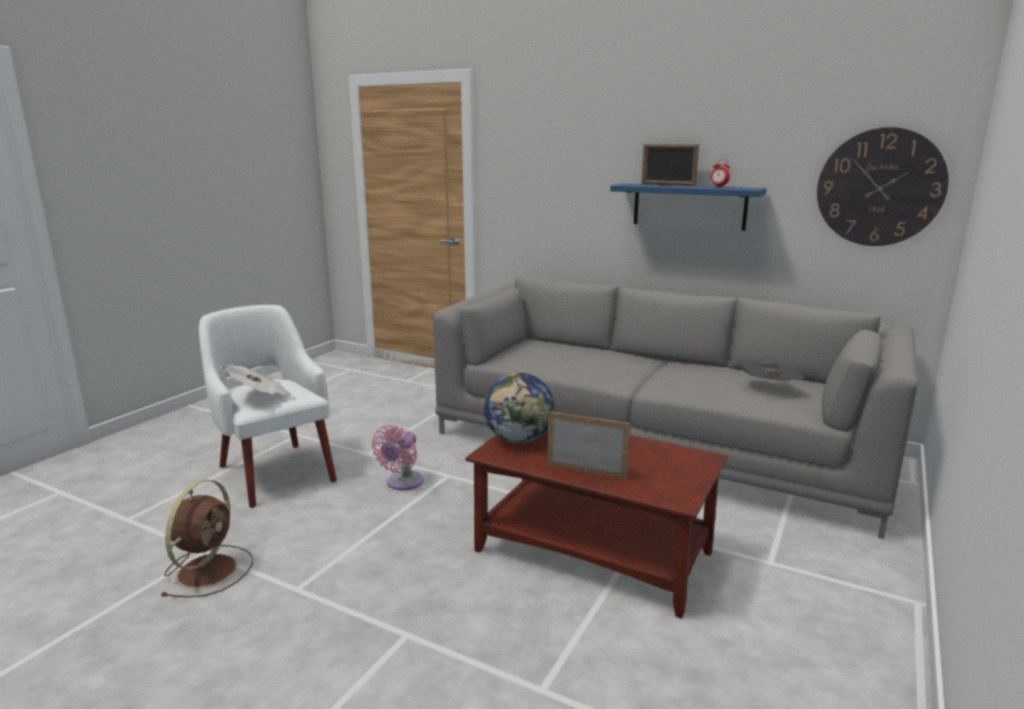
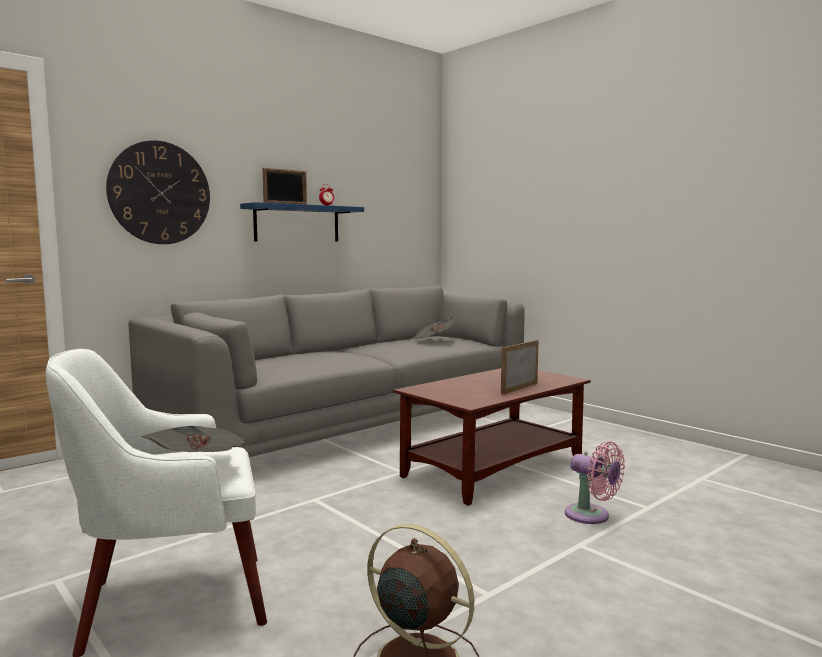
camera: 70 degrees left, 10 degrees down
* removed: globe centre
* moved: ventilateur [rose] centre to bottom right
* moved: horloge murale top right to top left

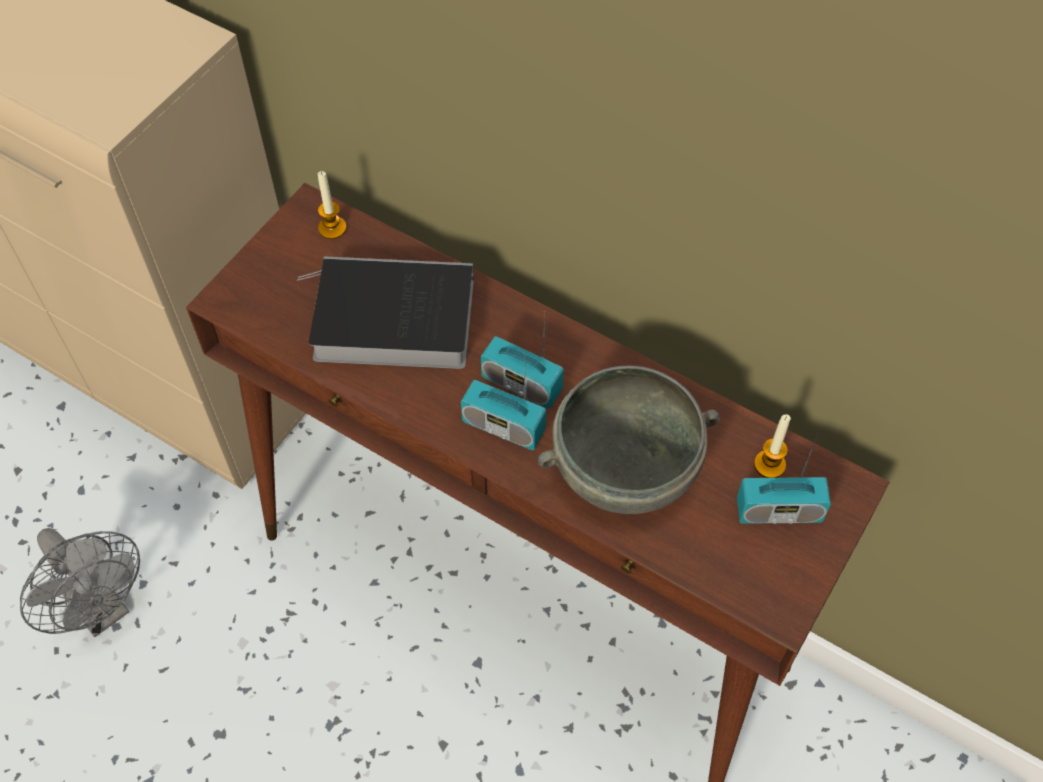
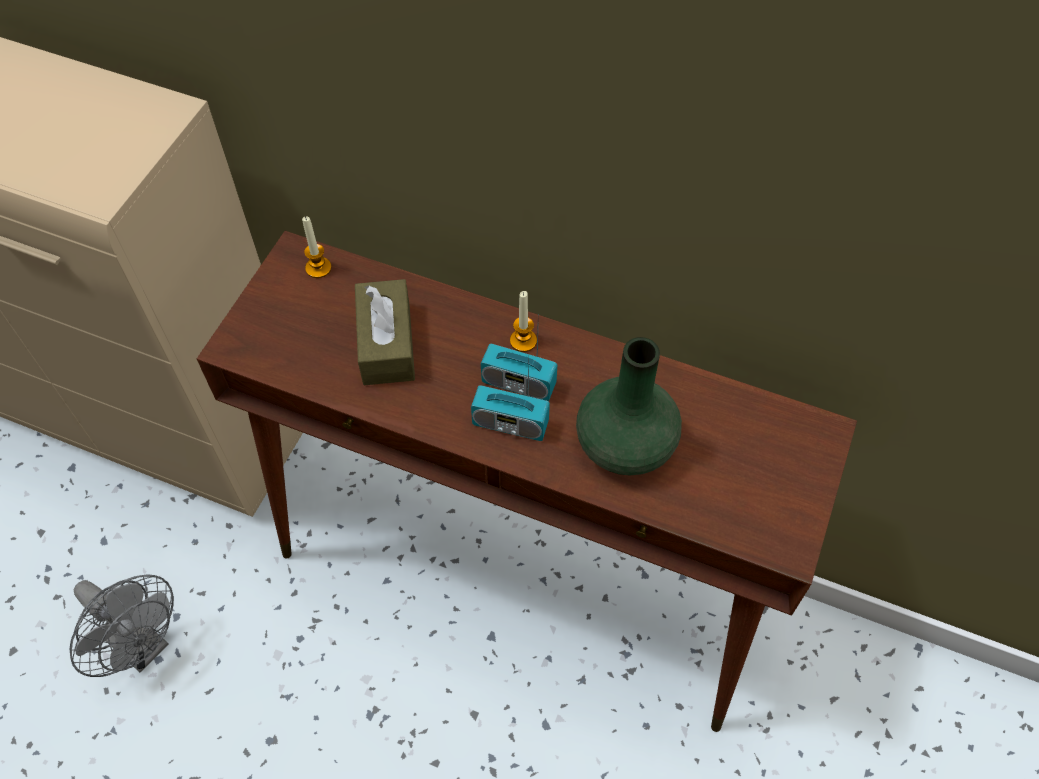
camera: 10 degrees left, 0 degrees up
* removed: radio (3rd from left) middle right
* moved: bougie (2nd from left) middle right to centre
* replaced: livre centre to boîte à mouchoirs [marron] centre
* replaced: bol [gris] centre to vase [vert] centre

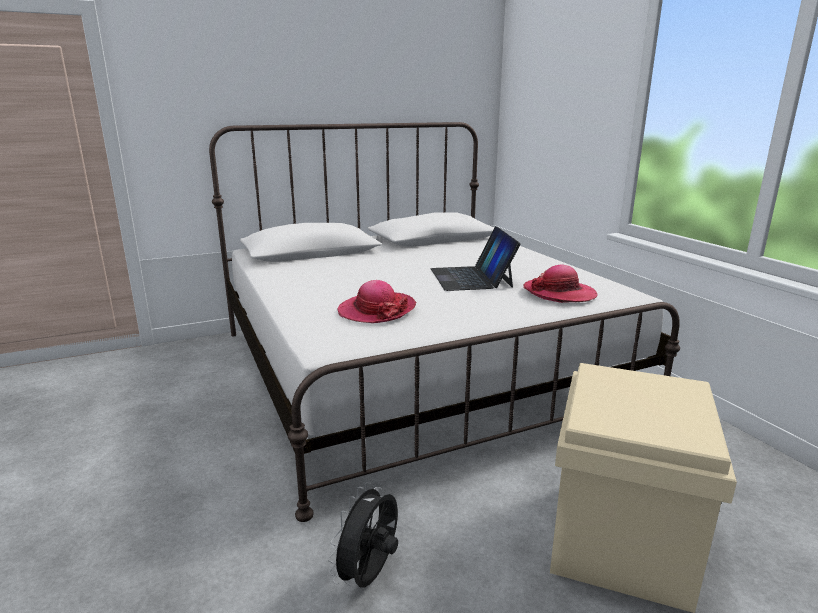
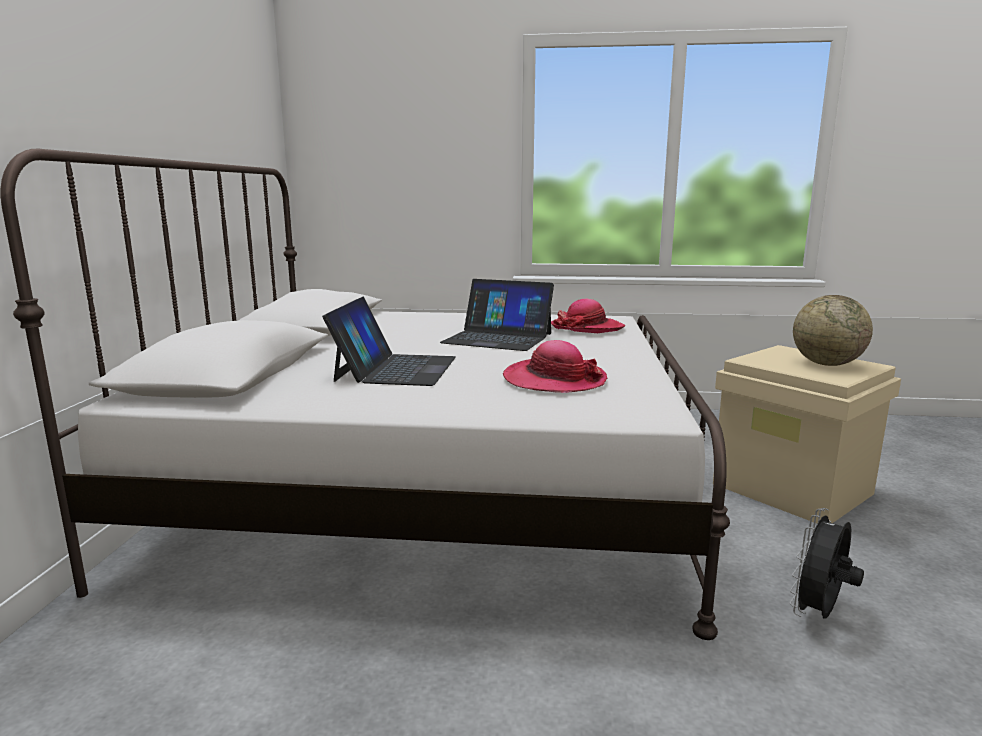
camera: 60 degrees left, 5 degrees down
* added: ordinateur portable (1st from left) centre
* added: globe middle right
* turned: ventilateur [noir] bottom centre = bottom right 75 degrees clockwise

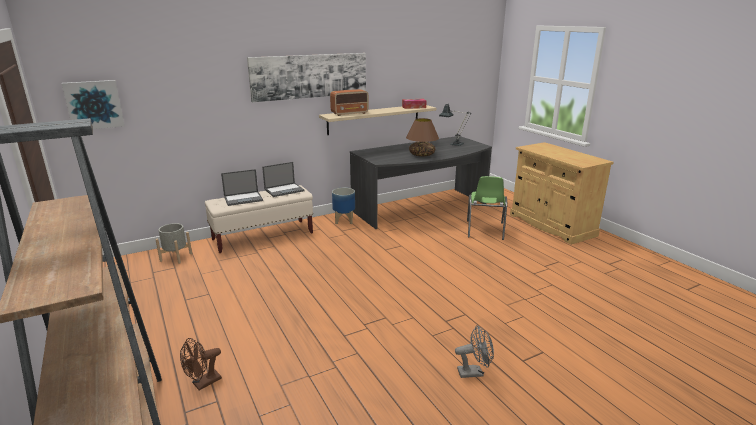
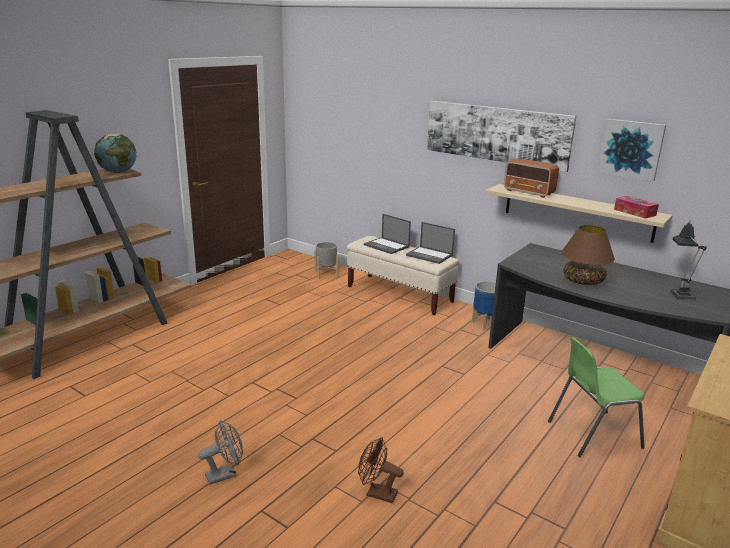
camera: 65 degrees right, 0 degrees up
* added: globe top left
* moved: tableau (1st from left in the first image) top left to tableau (2nd from left) top right
* moved: ventilateur [marron] bottom left to bottom centre
* turned: ventilateur [gris] bottom centre = bottom left 90 degrees counterclockwise

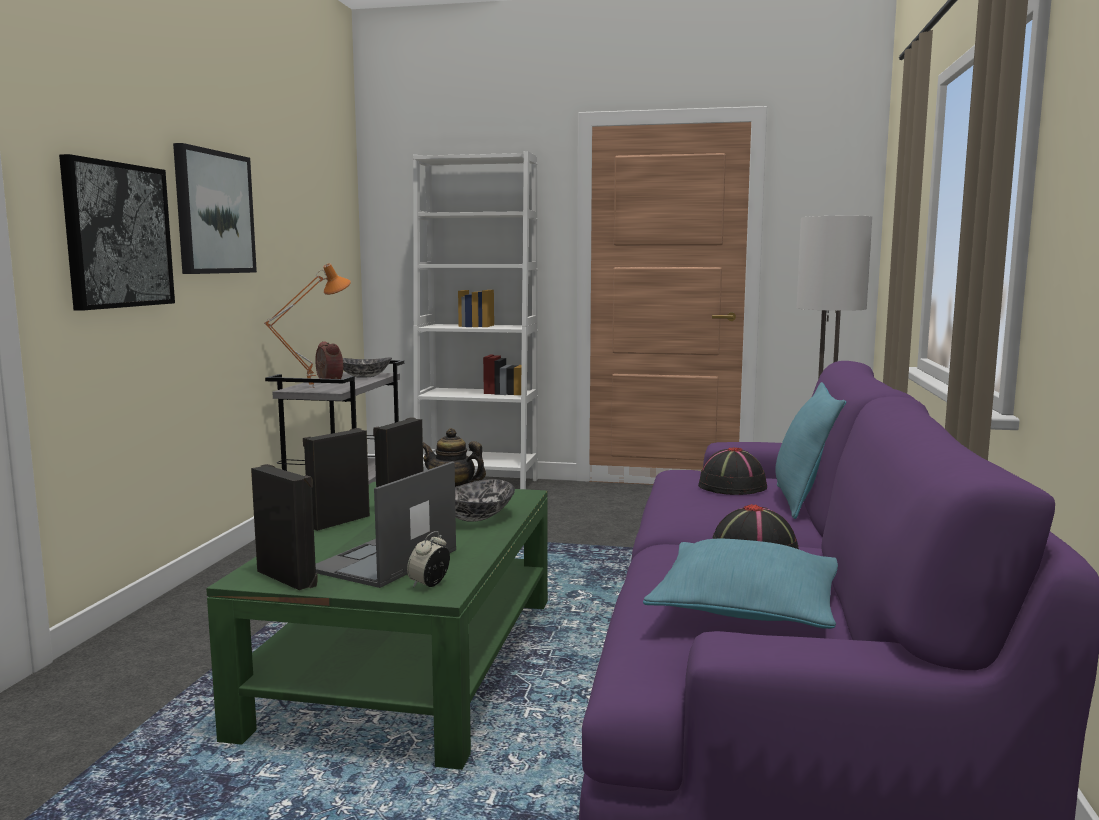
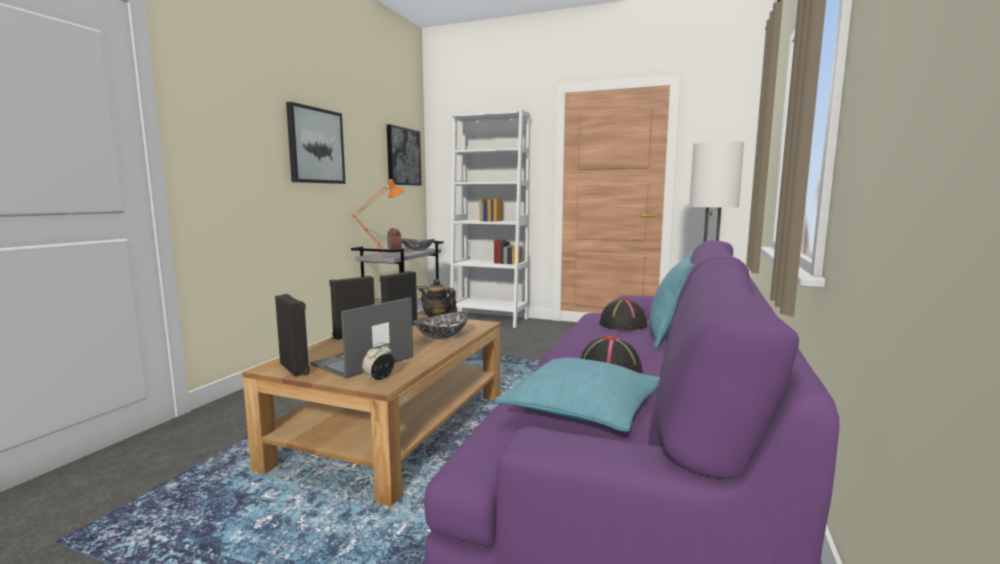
camera: 10 degrees right, 0 degrees up
* moved: tableau (1st from left in the first image) top left to tableau (2nd from left) top centre
* recoloured: table basse [vert] bottom centre to table basse [marron] bottom centre

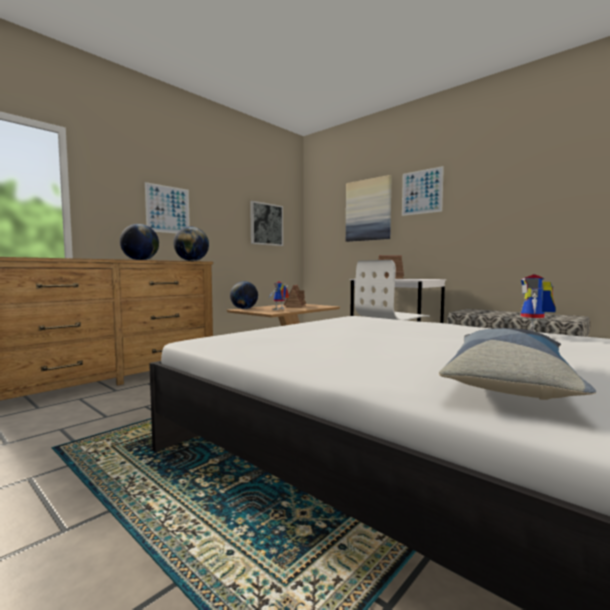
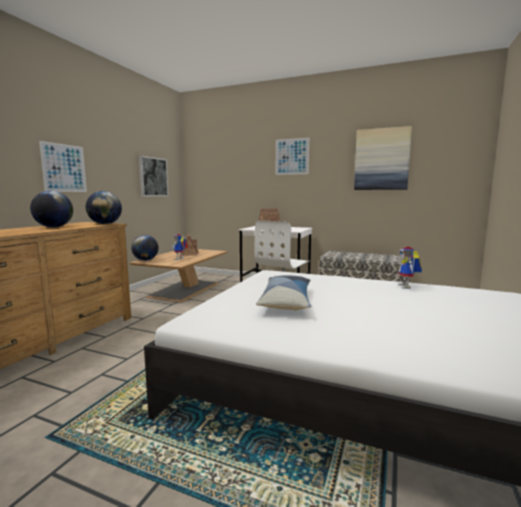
camera: 20 degrees left, 5 degrees up
* moved: tableau (3rd from left in the first image) centre to tableau (4th from left) top right
* moved: coussin middle right to centre

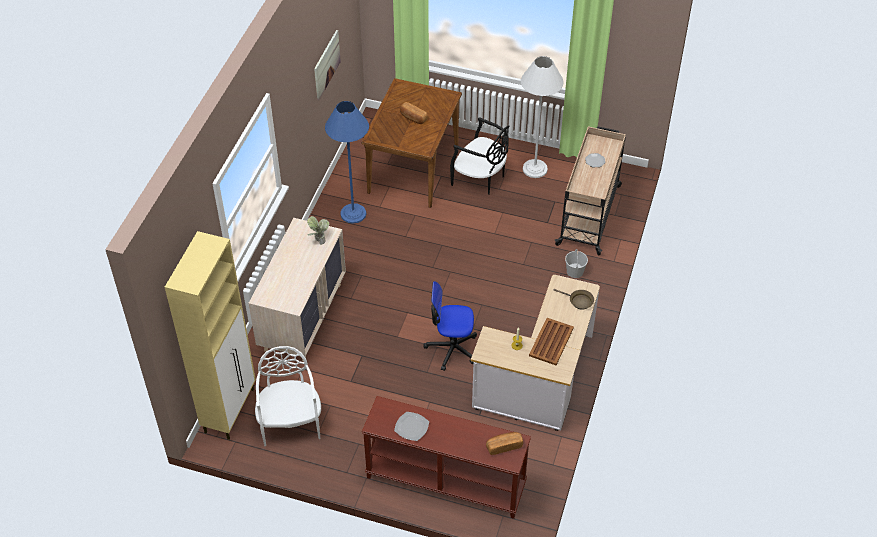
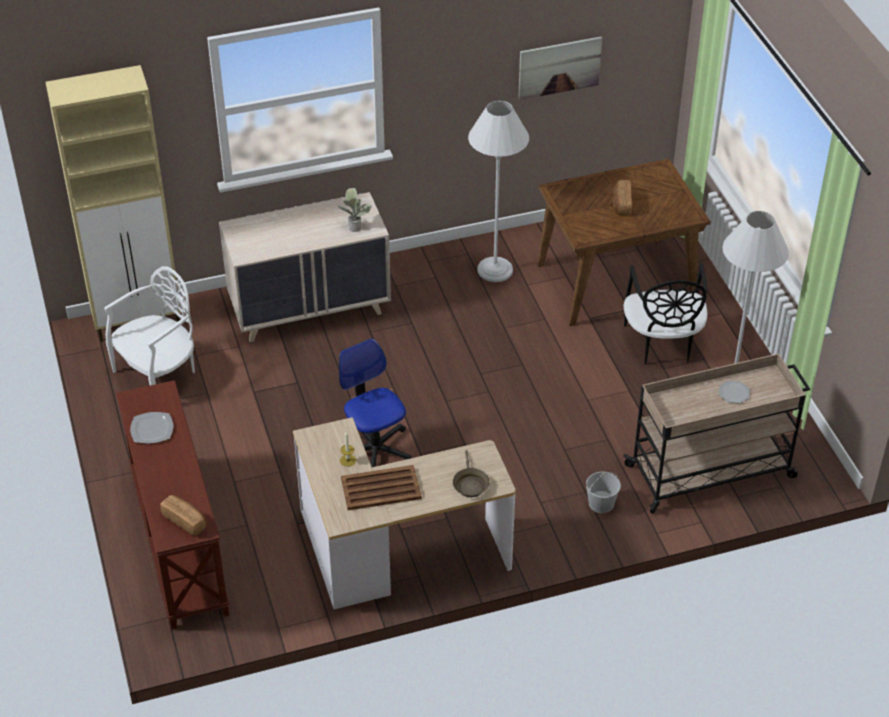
camera: 55 degrees right, 5 degrees down
* recoloured: lampadaire [bleu] top centre to lampadaire [blanc] (1st from left) top centre

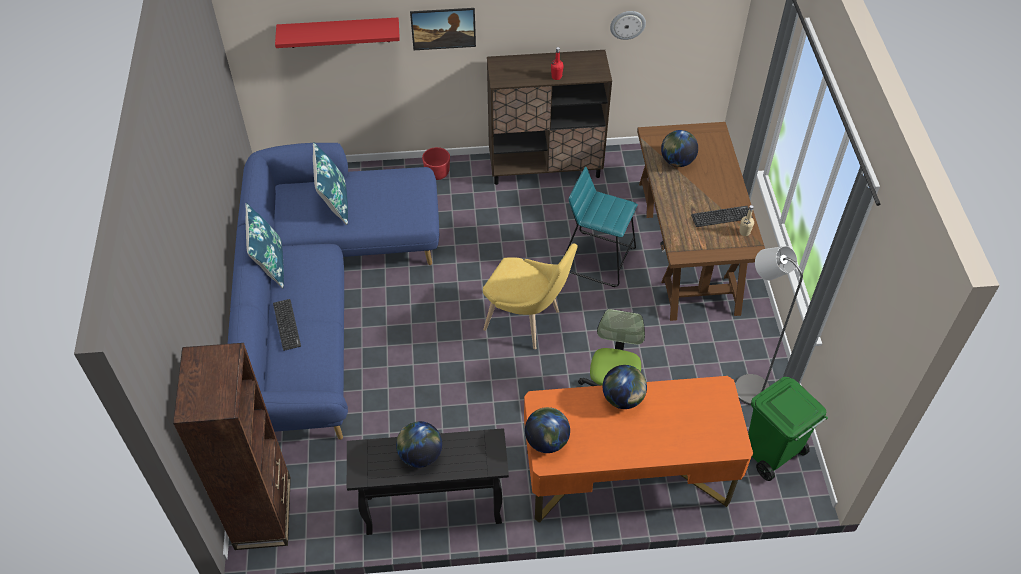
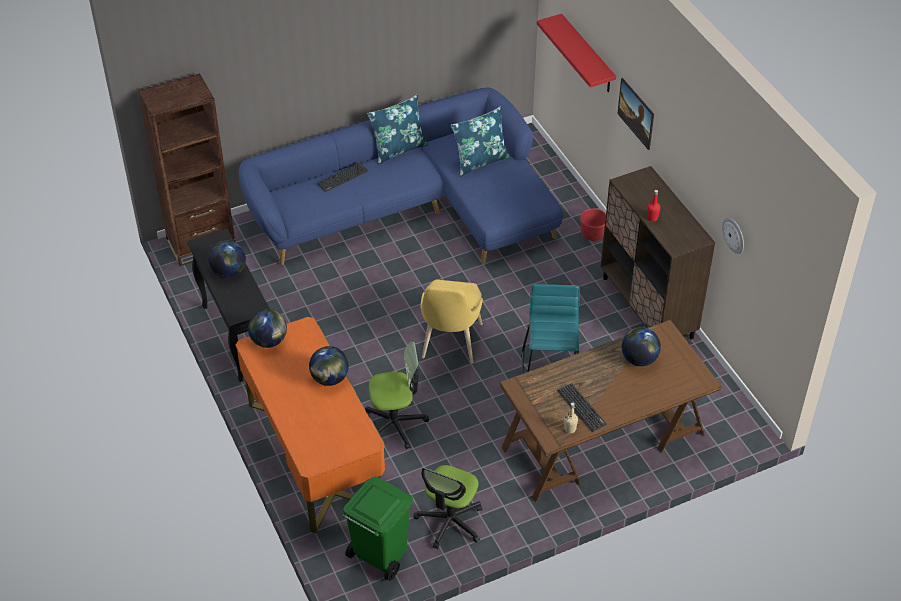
camera: 70 degrees right, 5 degrees down
* replaced: lampadaire [gris] middle right to chaise de bureau (2nd from left) bottom centre

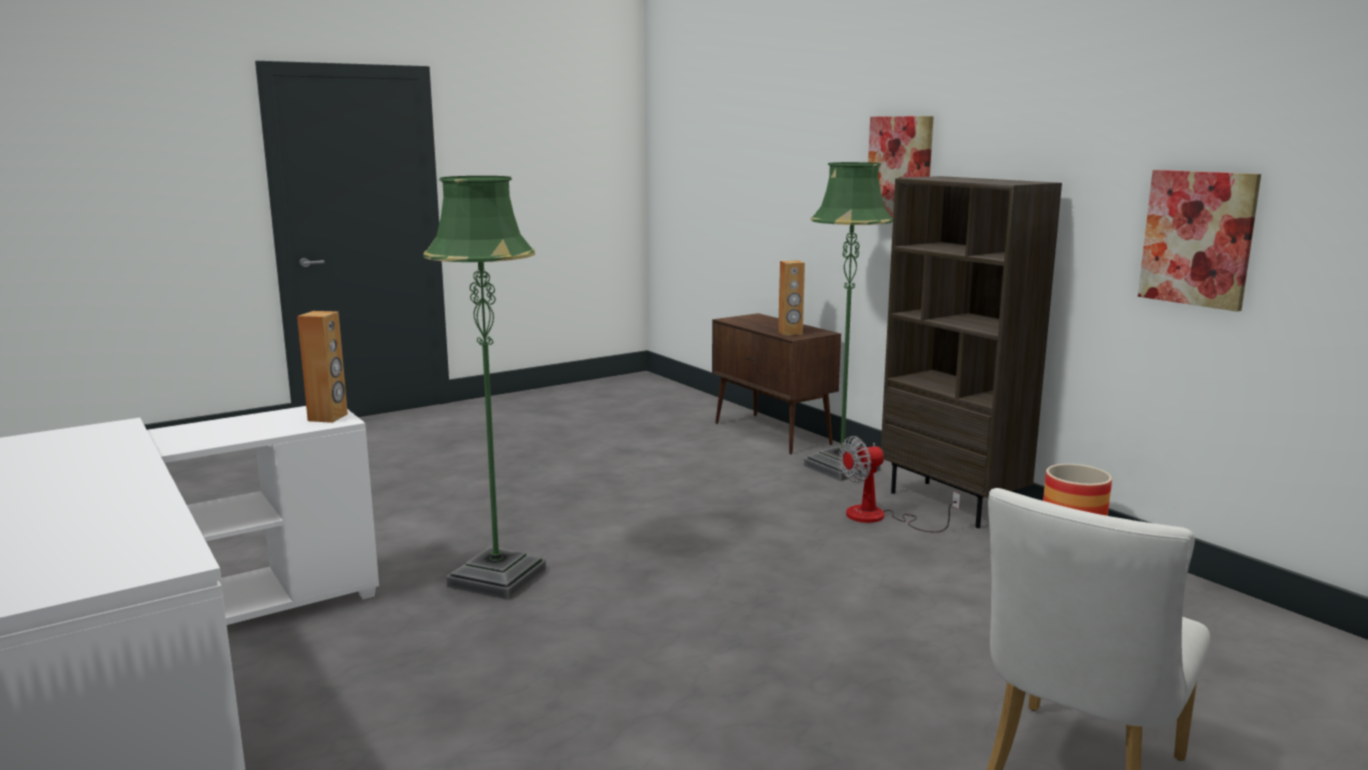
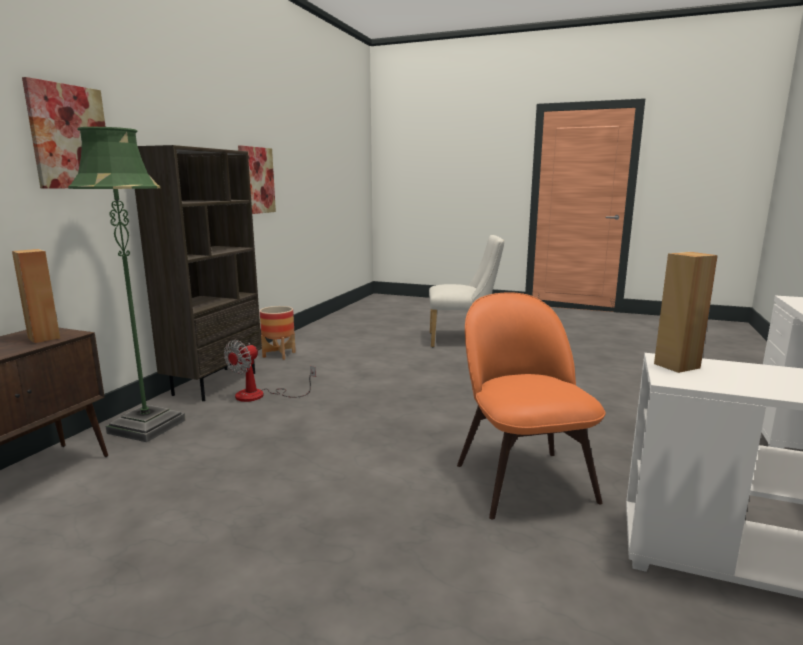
camera: 125 degrees left, 0 degrees up
* replaced: lampadaire [vert] (1st from left) centre to chaise [orange] centre
* turned: ventilateur centre = centre 90 degrees clockwise

